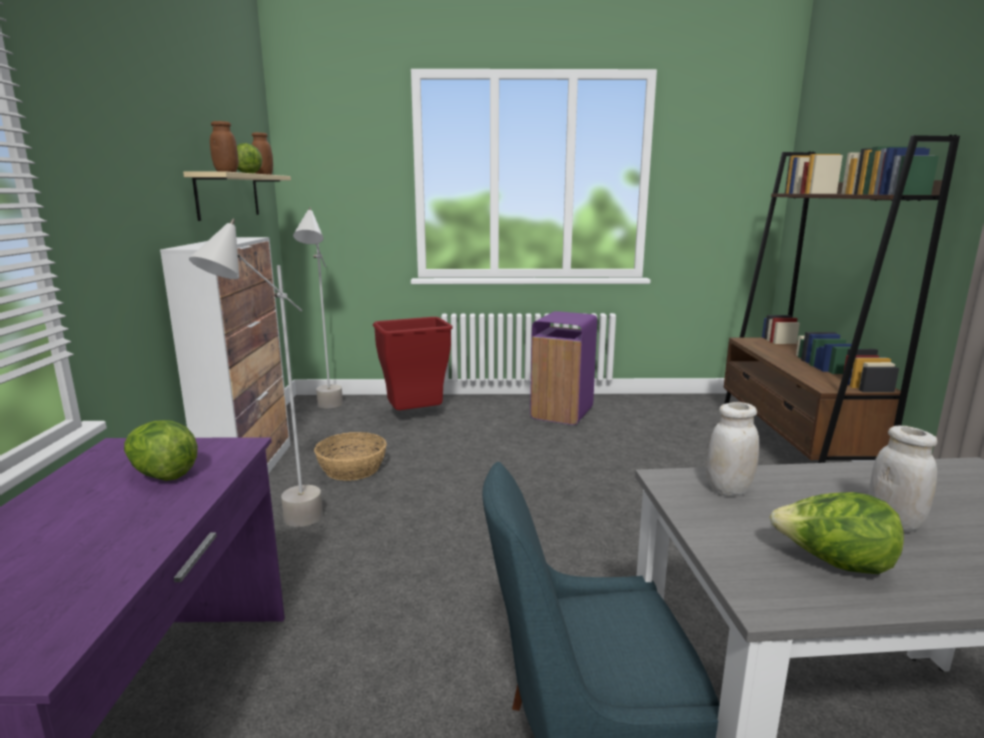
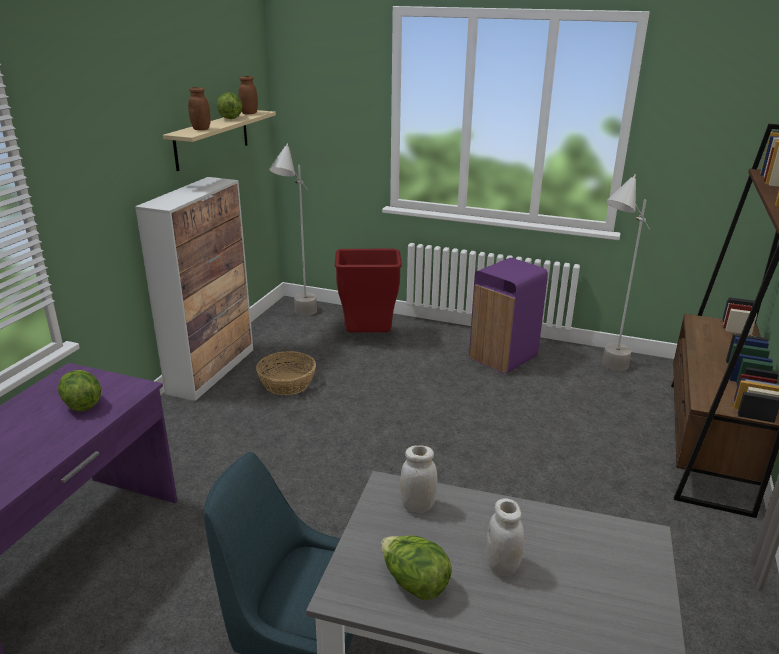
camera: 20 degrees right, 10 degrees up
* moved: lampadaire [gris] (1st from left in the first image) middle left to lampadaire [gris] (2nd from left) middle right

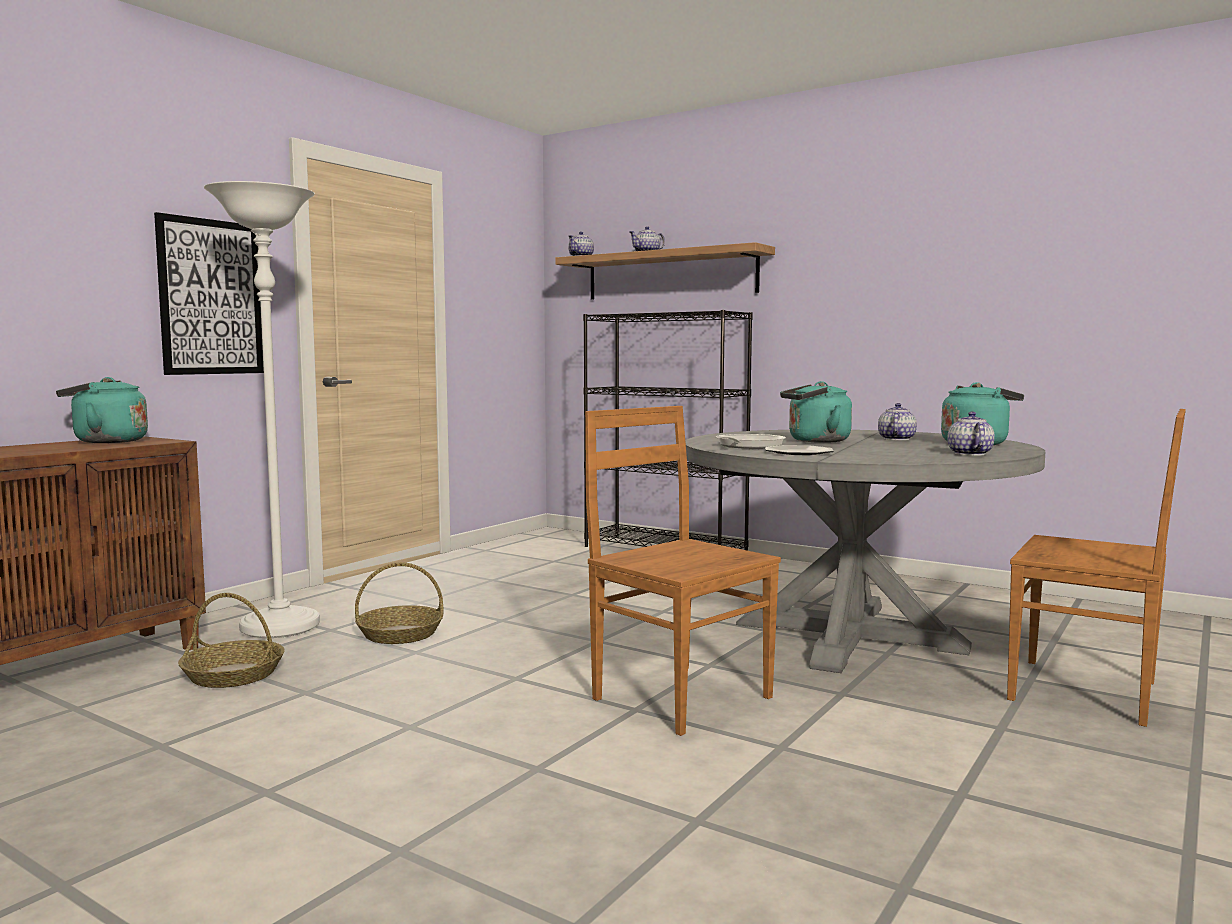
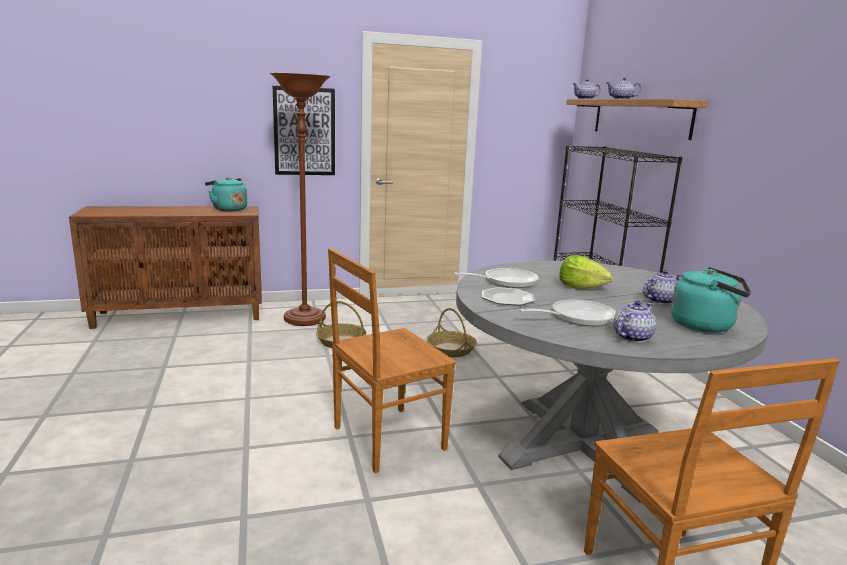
camera: 40 degrees right, 10 degrees up
* added: poêle (2nd from left) middle right
* moved: panier (1st from left in the first image) bottom left to panier (2nd from left) centre
* replaced: bouilloire [turquoise] (2nd from left) centre to laitue middle right
* recoloured: lampadaire [blanc] middle left to lampadaire [marron] centre
* turned: chaise [marron] (1st from left) centre = centre 120 degrees counterclockwise

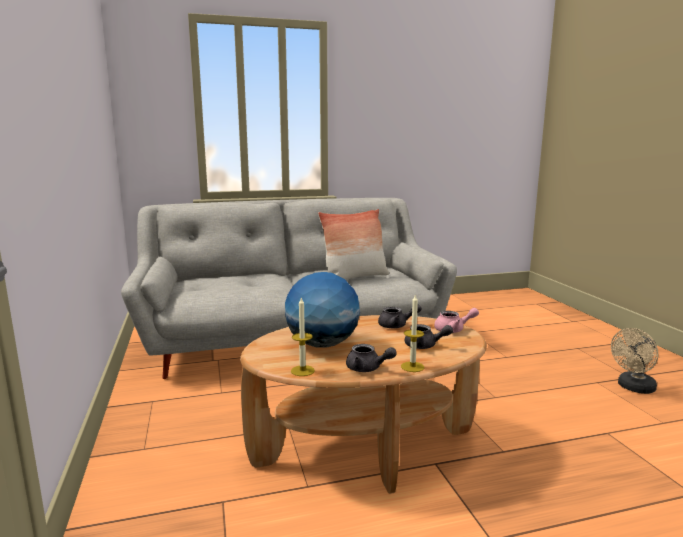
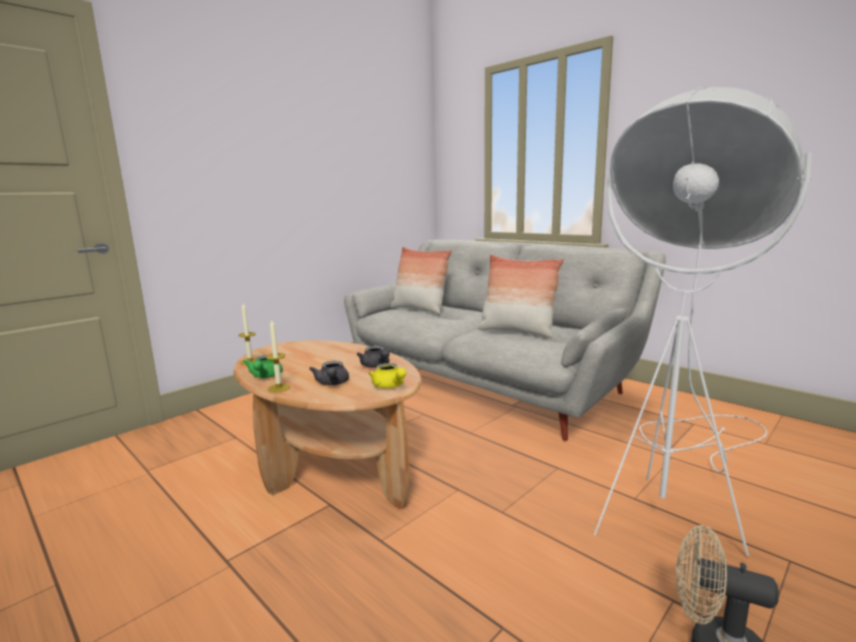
camera: 60 degrees right, 0 degrees up
* removed: globe centre
* added: coussin (1st from left) centre
* added: lampadaire [blanc] middle right
* recoloured: théière [gris] (1st from left) bottom centre to théière [vert] middle left
* recoloured: théière [rose] middle right to théière [jaune] centre

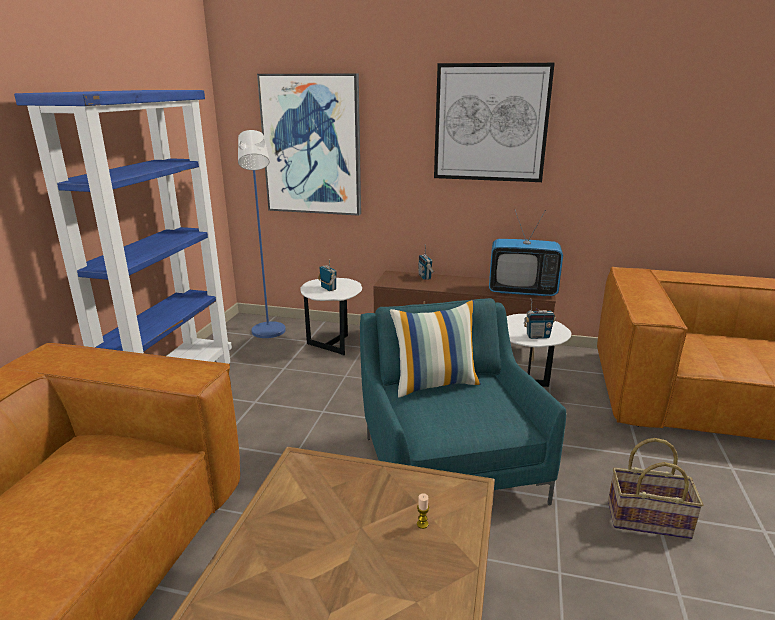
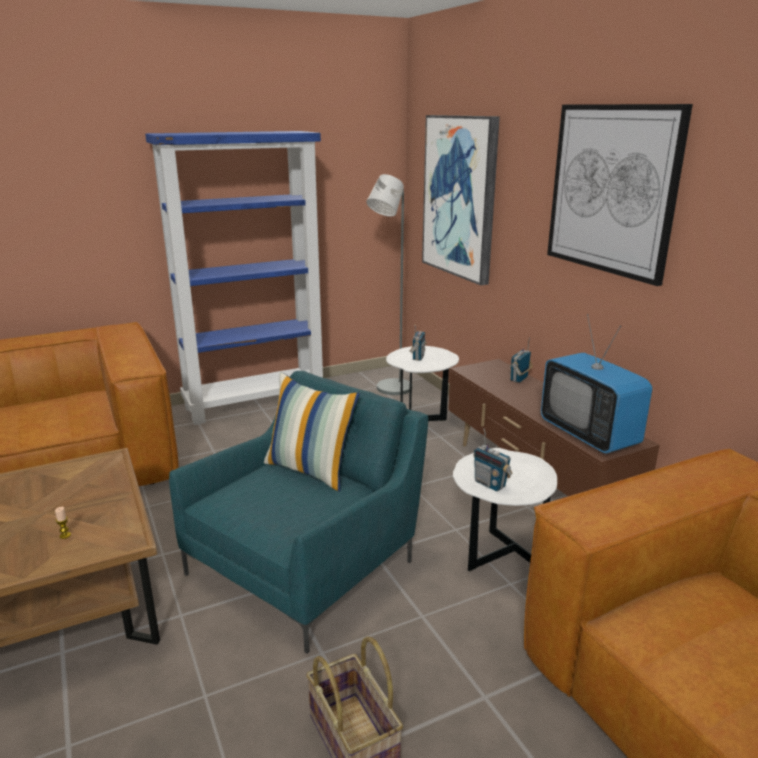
camera: 50 degrees right, 0 degrees up
* recoloured: lampadaire [bleu] centre to lampadaire [gris] centre

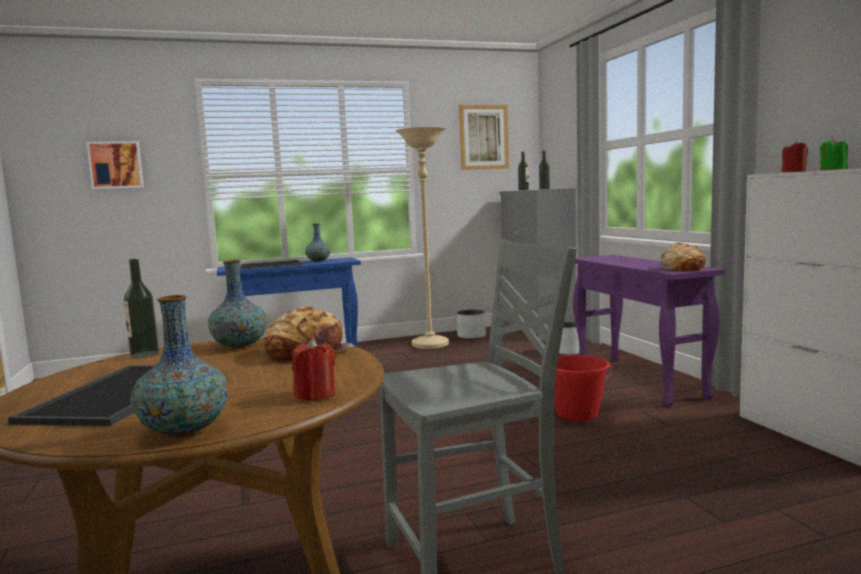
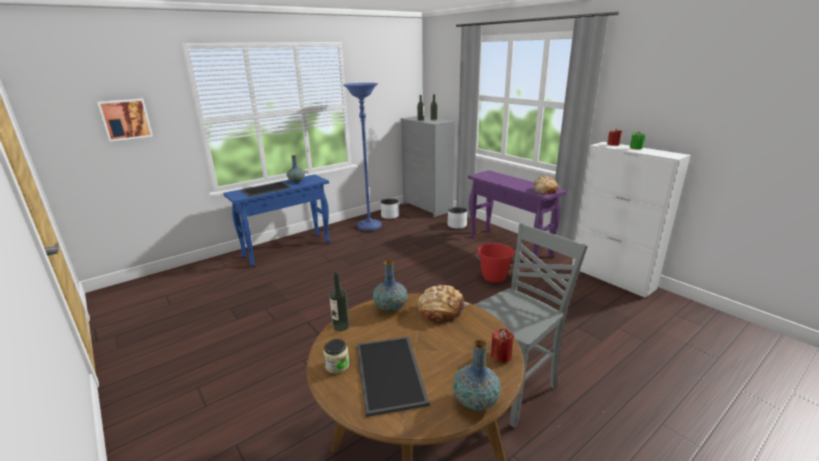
camera: 20 degrees left, 15 degrees up
* removed: tableau (2nd from left) top centre
* added: bocal bottom centre
* recoloured: lampadaire [beige] centre to lampadaire [bleu] centre

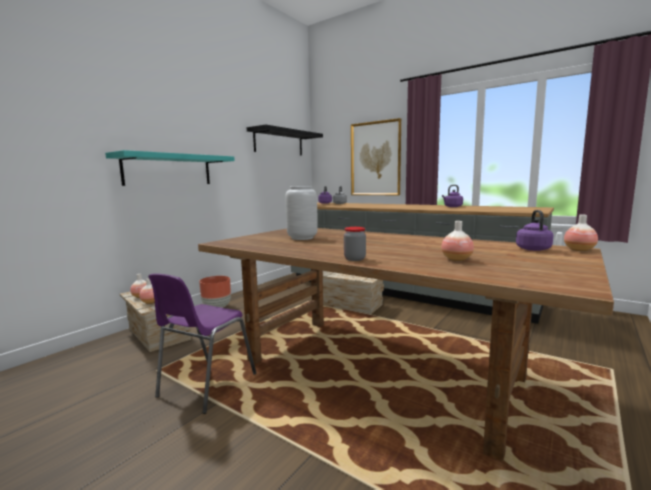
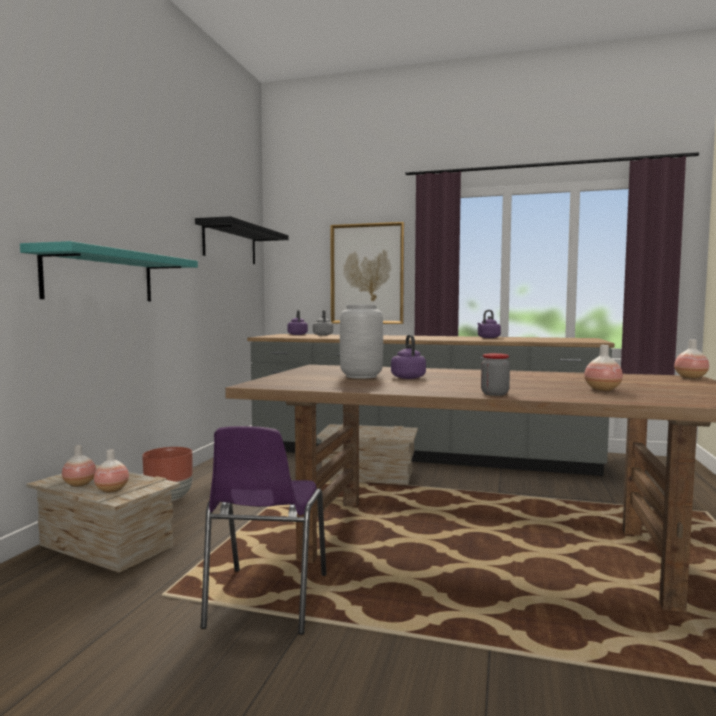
camera: 20 degrees left, 5 degrees down
* moved: bouilloire [violet] (3rd from left in the first image) middle right to bouilloire [violet] (2nd from left) centre

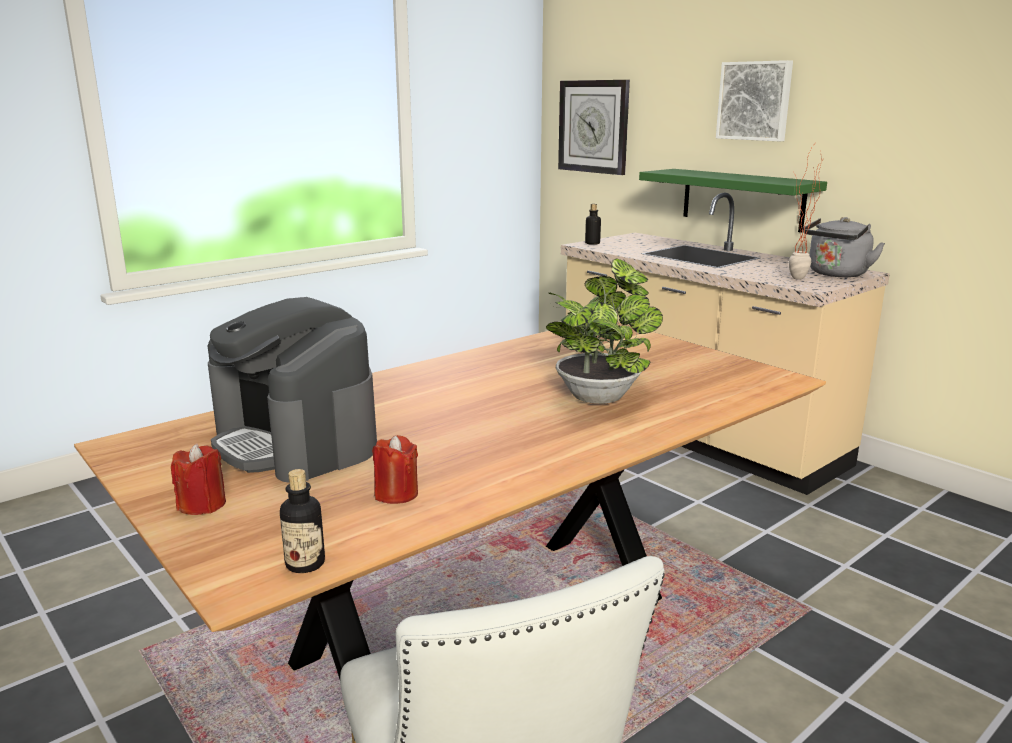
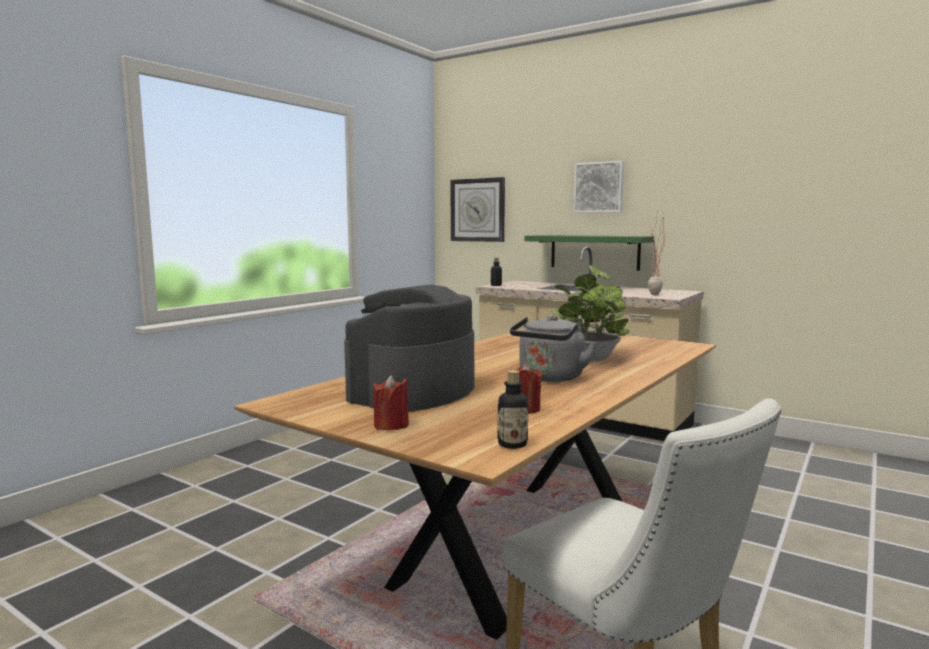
camera: 15 degrees left, 10 degrees down
* moved: bouilloire [gris] top right to centre
* turned: machine à café middle left = centre 90 degrees clockwise

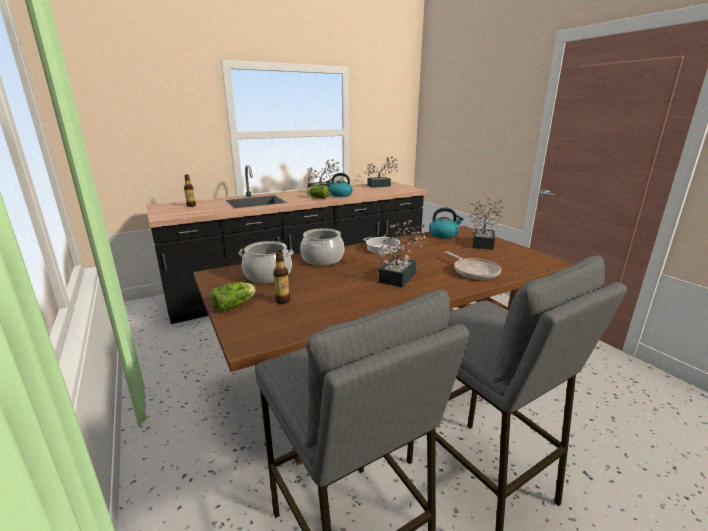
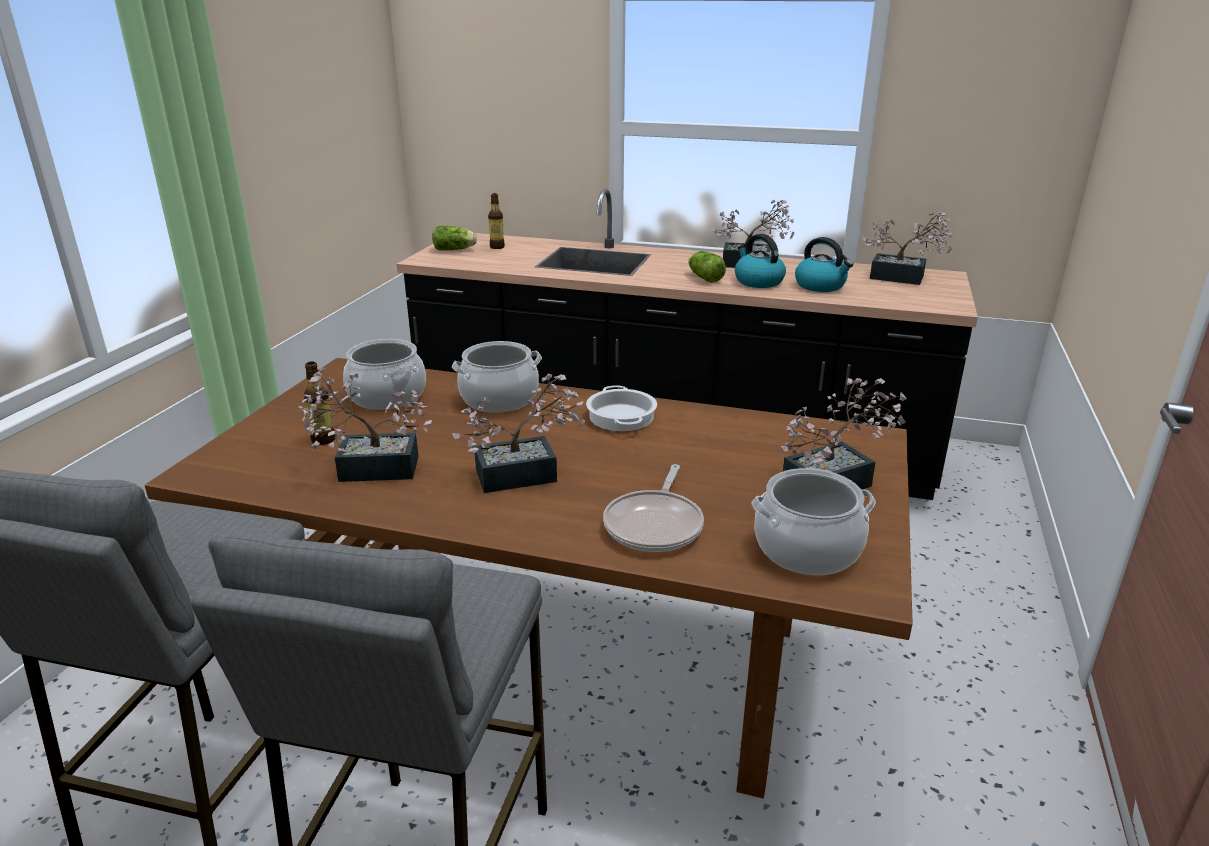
camera: 45 degrees right, 5 degrees up
* added: plante en pot (1st from left) middle left
* added: marmite (4th from left) middle right
* moved: laitue (1st from left) middle left to top centre
* moved: bouilloire (2nd from left) centre to top right

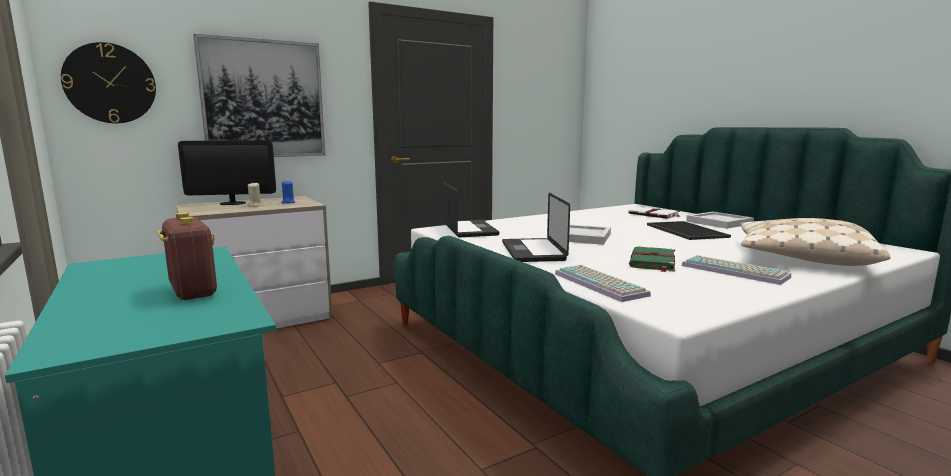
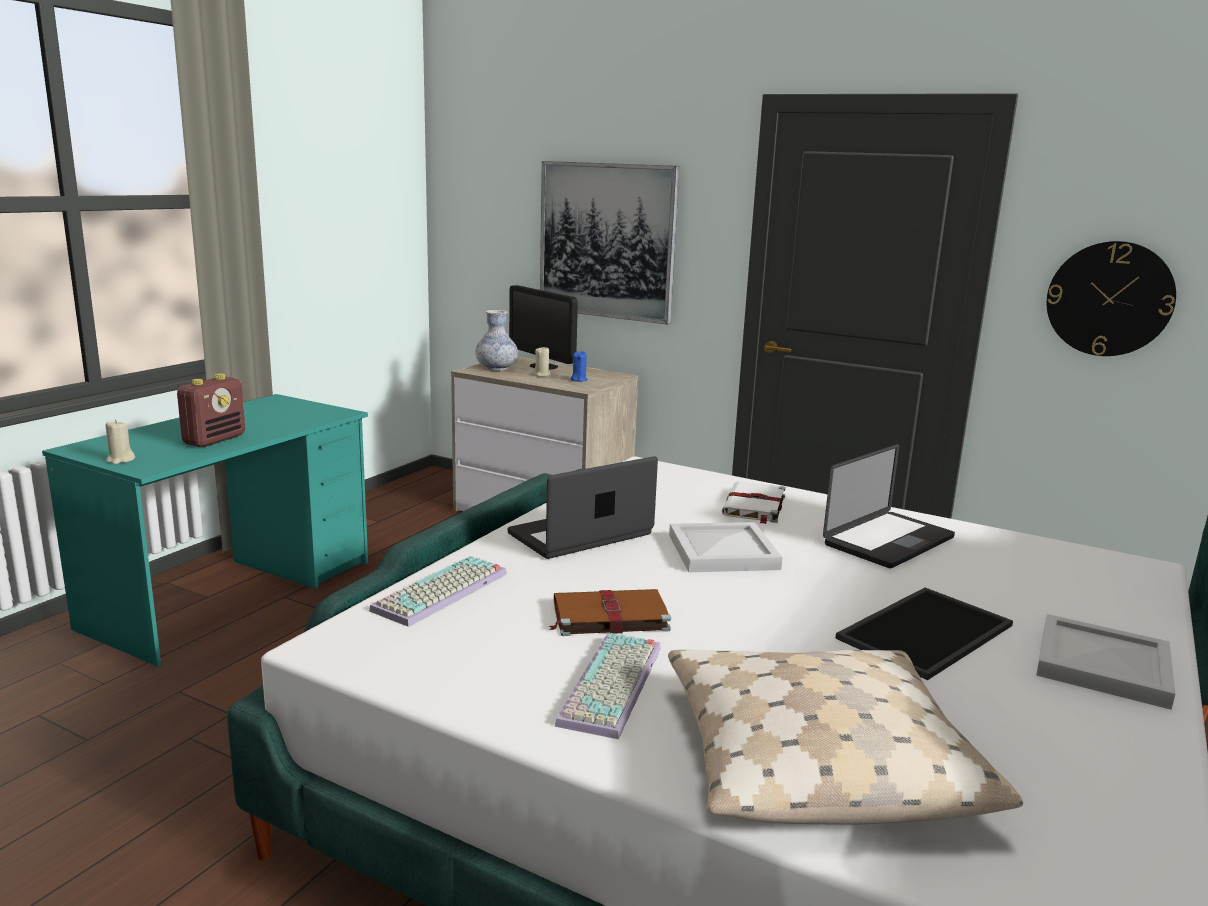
camera: 60 degrees right, 5 degrees up
* added: bougie [beige] (1st from left) middle left
* added: vase centre
* moved: horloge murale top left to top right
* moved: ordinateur portable (1st from left in the first image) centre to ordinateur portable (2nd from left) middle right
* moved: livre [blanc] middle right to centre
* recoloured: livre [vert] middle right to livre [marron] bottom centre

